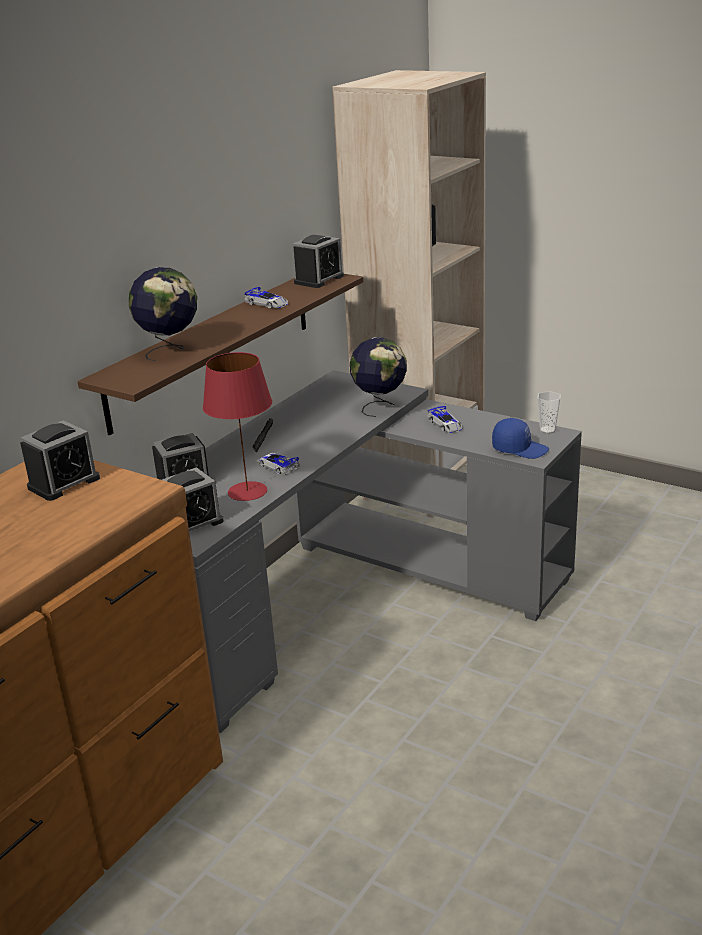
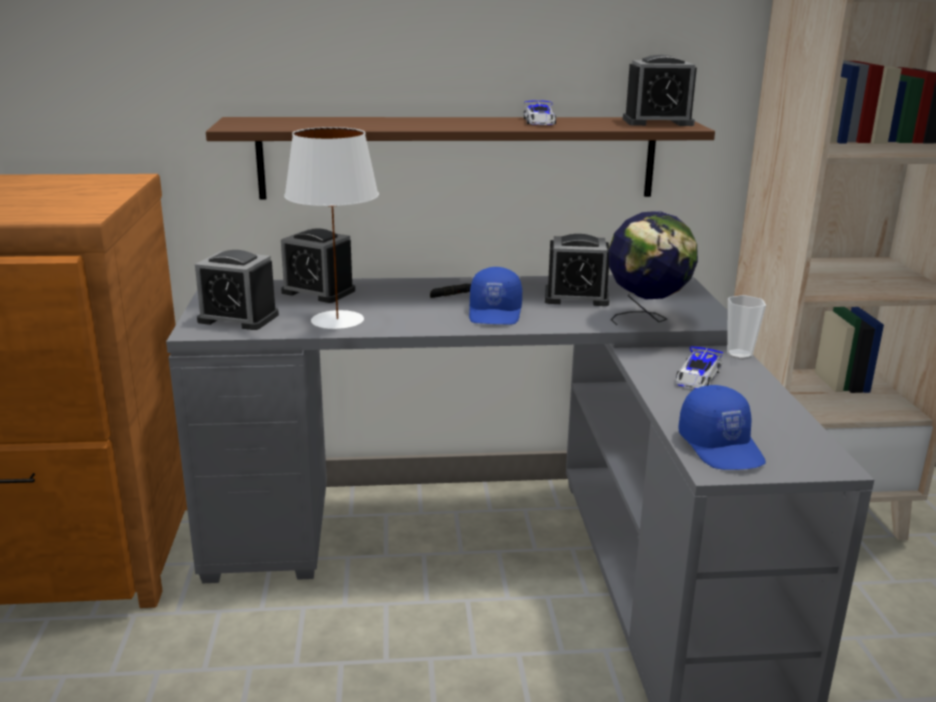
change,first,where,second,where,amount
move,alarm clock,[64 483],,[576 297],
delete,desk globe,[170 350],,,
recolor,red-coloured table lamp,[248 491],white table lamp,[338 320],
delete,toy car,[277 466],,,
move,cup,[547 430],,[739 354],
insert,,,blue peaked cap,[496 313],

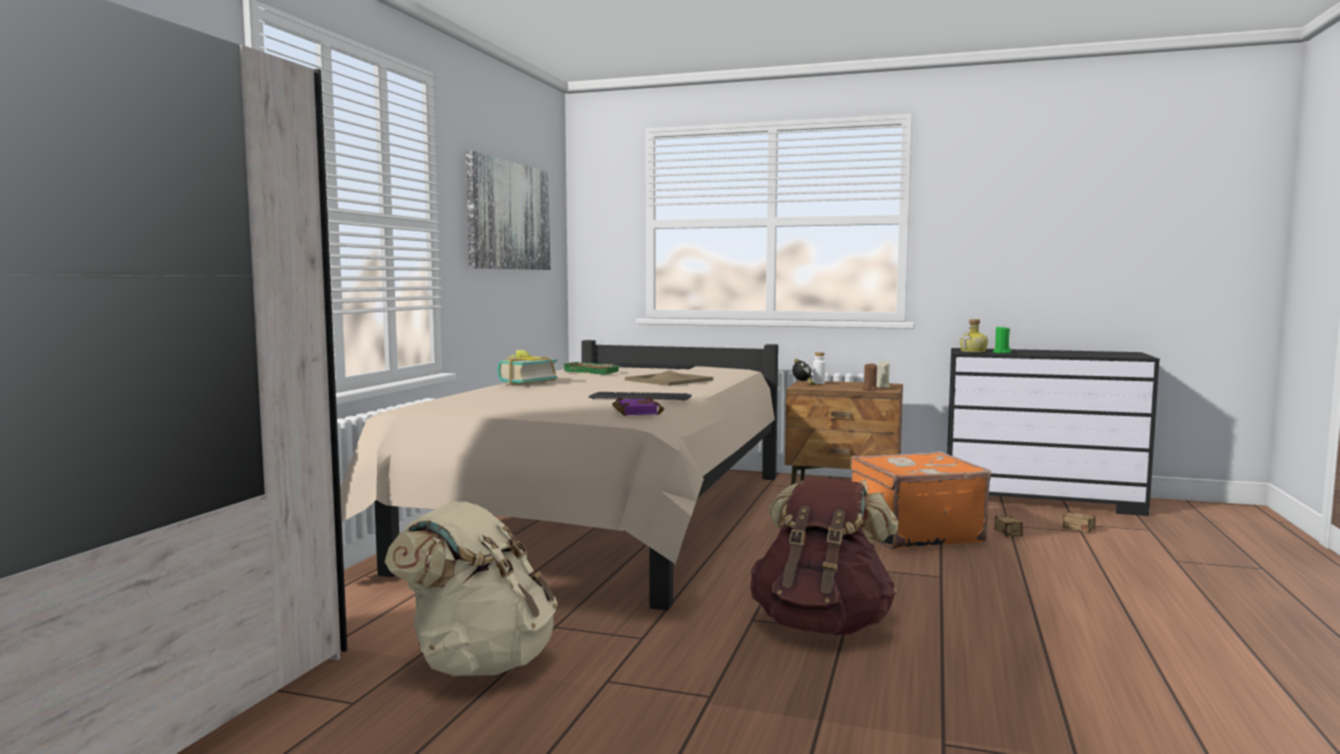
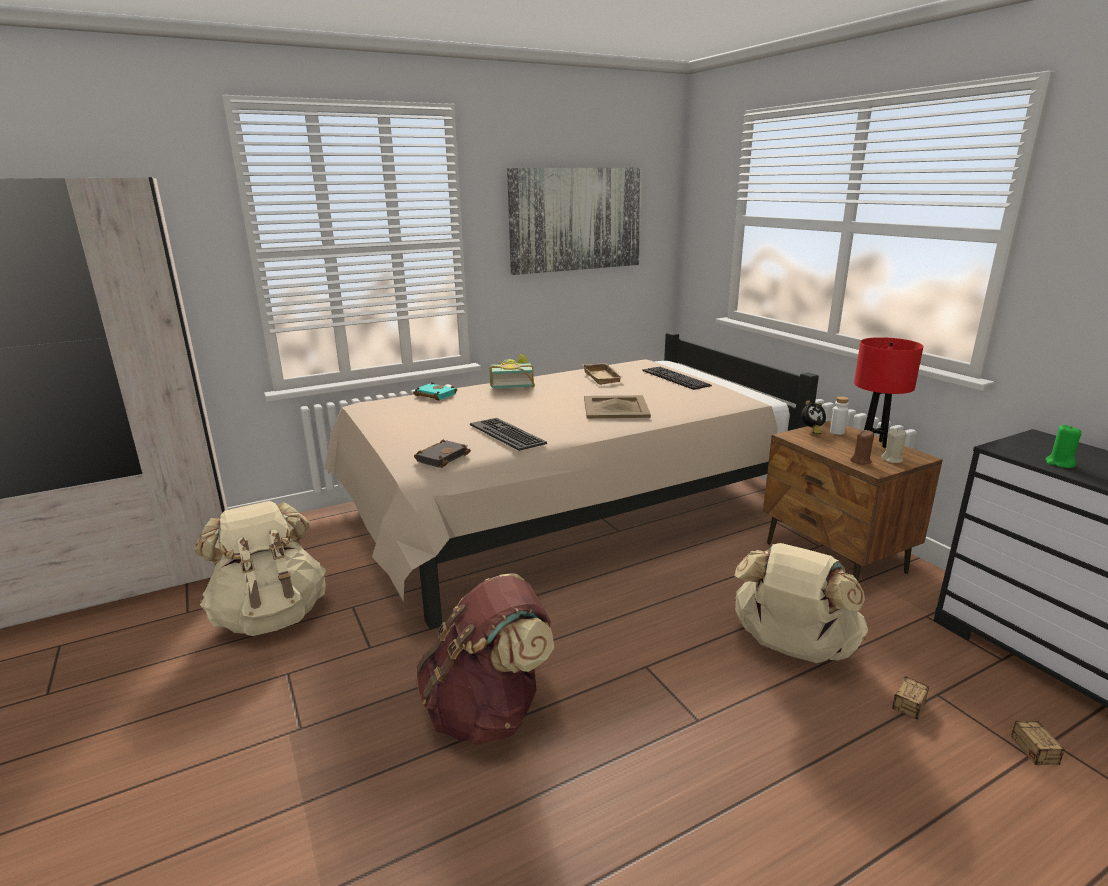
change,first,where,second,where,amount
recolor,green-coloured tray,[593 372],sand-coloured tray,[604 377],
recolor,purple book,[635 412],black-coloured book,[442 457],
replace,orange-coloured piece of luggage,[913 533],sand-coloured rucksack,[791 649],
delete,beverage bottle,[974 351],,,
insert,,,turquoise-coloured book,[433 395],
insert,,,red-coloured table lamp,[873 443],

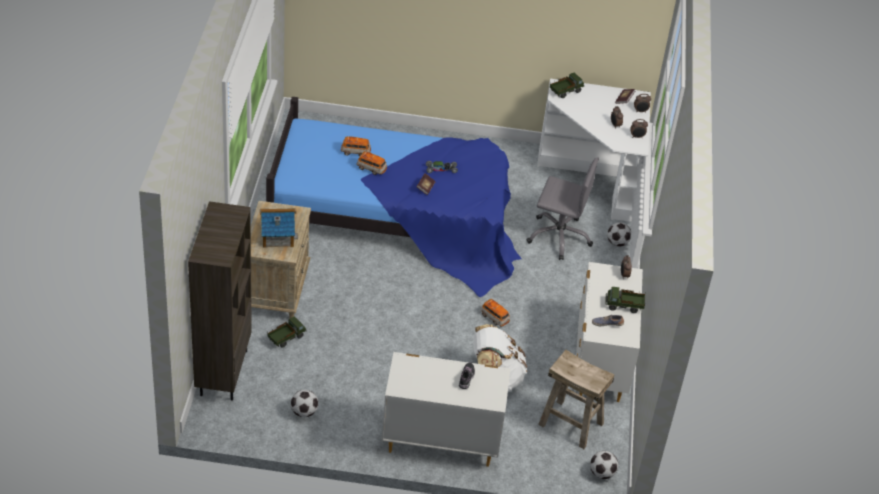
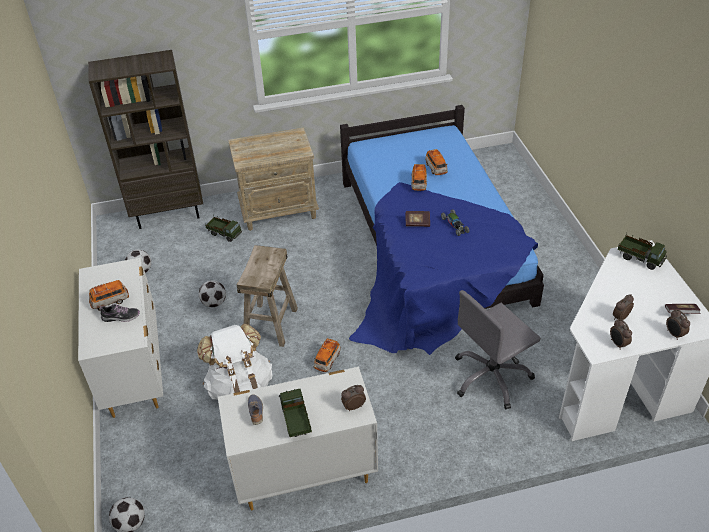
change,first,where,second,where,amount
delete,toy house,[277 236],,,
rotate,grey desk chair,[559 236],,[491 377],60 degrees clockwise
move,sand-coloured stool,[570 424],,[270 323],
move,ball for football,[617 243],,[214 303],
insert,,,toy car,[110 301],

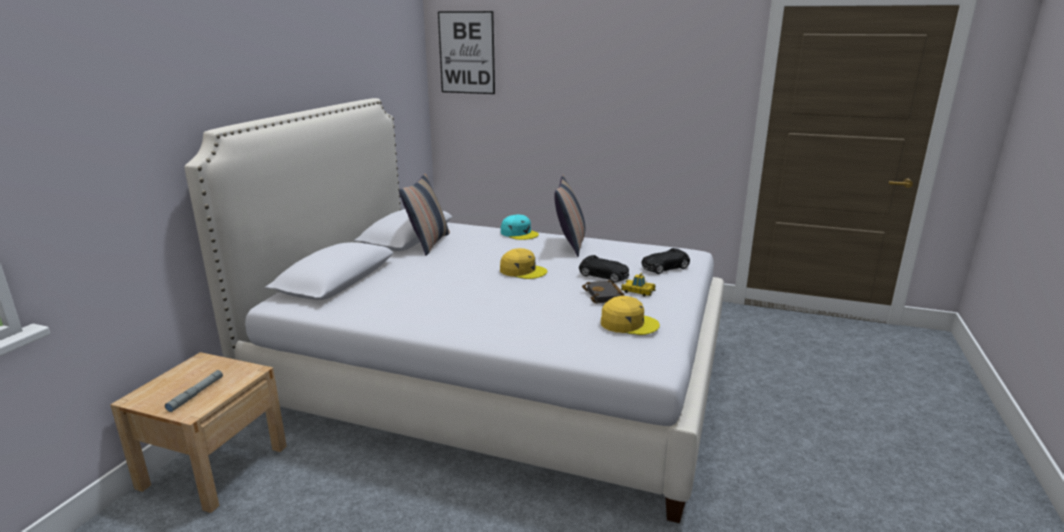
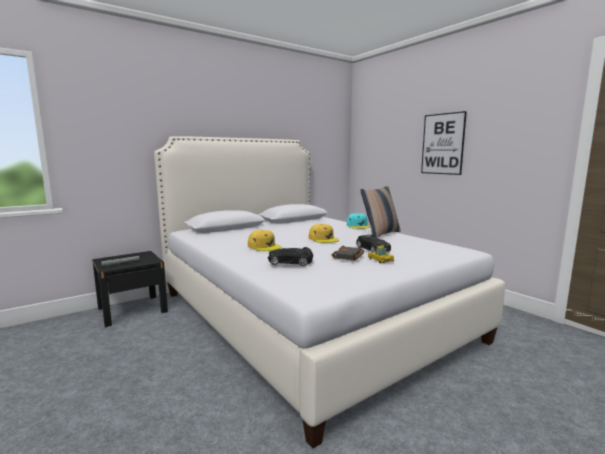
change,first,where,second,where,amount
recolor,sand-coloured night table,[214 467],black-coloured night table,[132 310],
delete,cushion,[428 243],,,
move,wall art,[467 53],,[442 144],
move,yellow peaked cap,[628 323],,[264 246],
move,black-coloured toy car,[664 267],,[290 262],

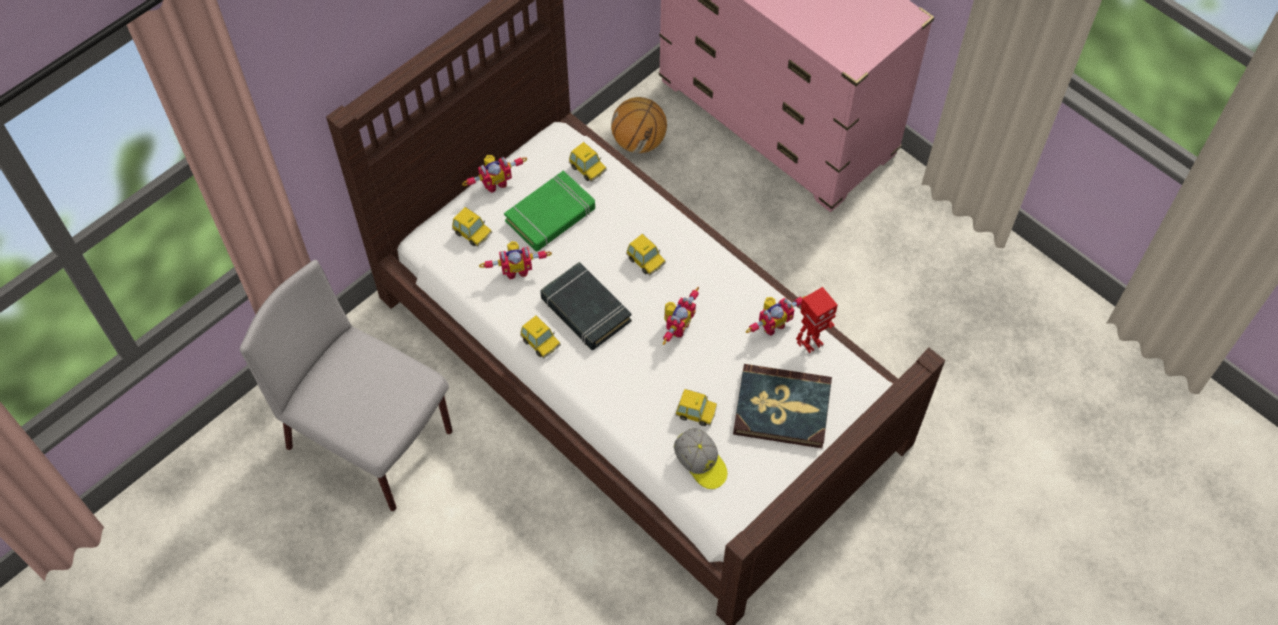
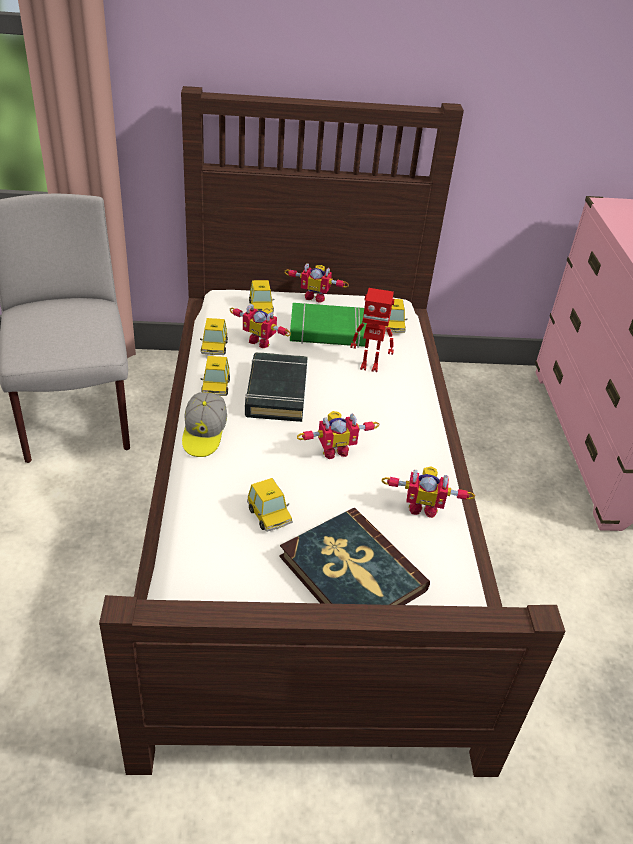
change,first,where,second,where,amount
delete,basketball,[639 141],,,
move,toy car,[646 260],,[214 347],
move,peaked cap,[701 463],,[204 434],
move,robot figure,[811 343],,[369 366],

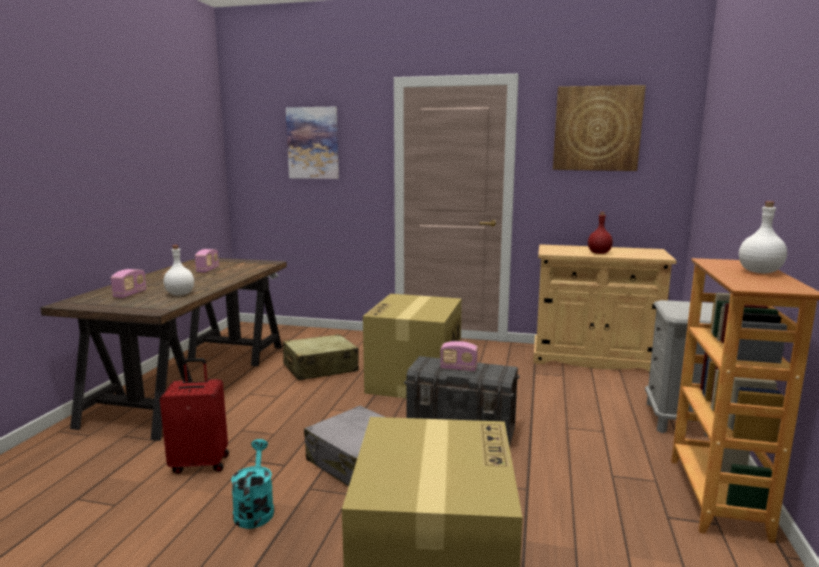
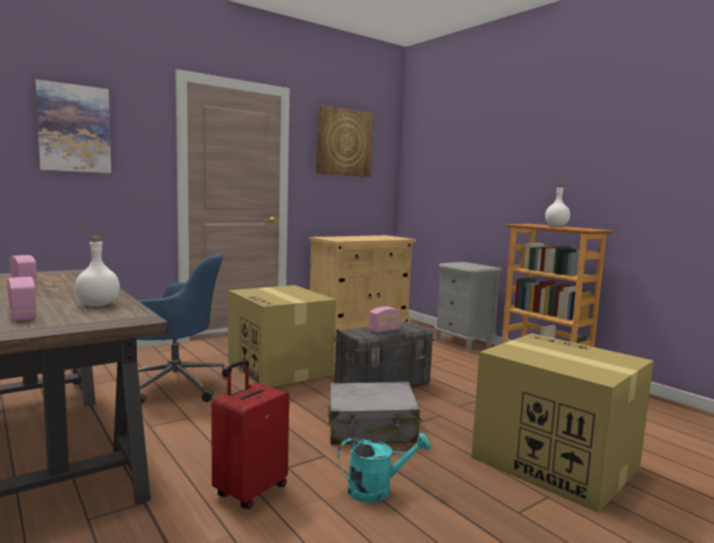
change,first,where,second,where,amount
rotate,turquoise-coloured watering can,[254 509],,[377 489],135 degrees clockwise
replace,sand-coloured piece of luggage,[320 368],blue desk chair,[174 385],
delete,red-coloured beverage bottle,[599 253],,,

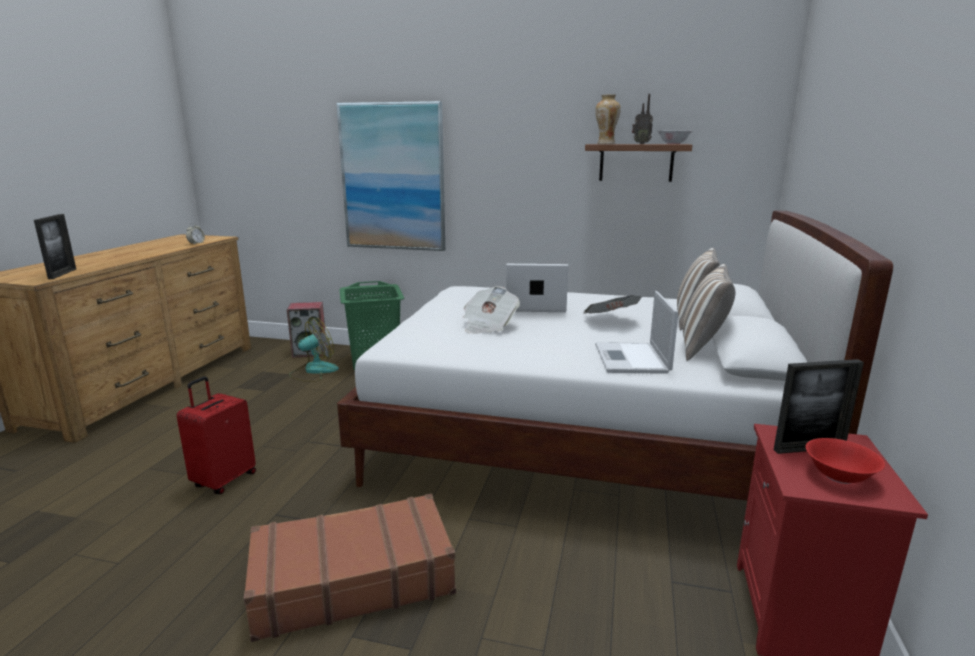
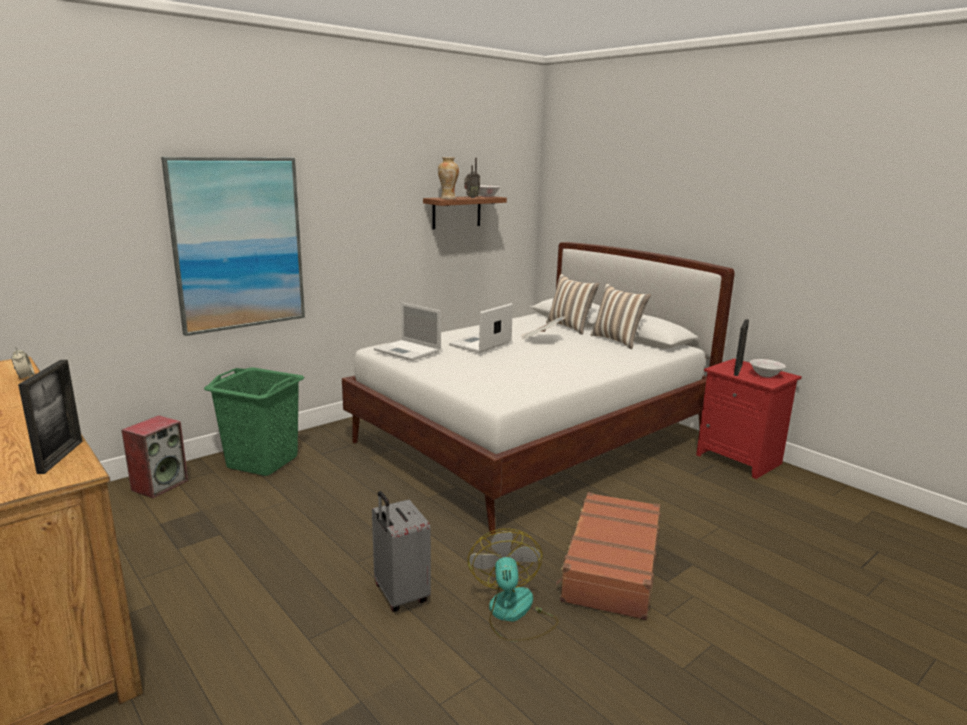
change,first,where,second,where,amount
rotate,standing frame,[62 274],,[60 456],60 degrees clockwise
recolor,red-coloured piece of luggage,[224 480],grey piece of luggage,[399 595],
move,electric fan,[313 371],,[513 613],
delete,daily paper,[488 326],,,
move,laptop,[632 359],,[408 351],
recolor,red-coloured deep dish,[838 476],white deep dish,[765 375],

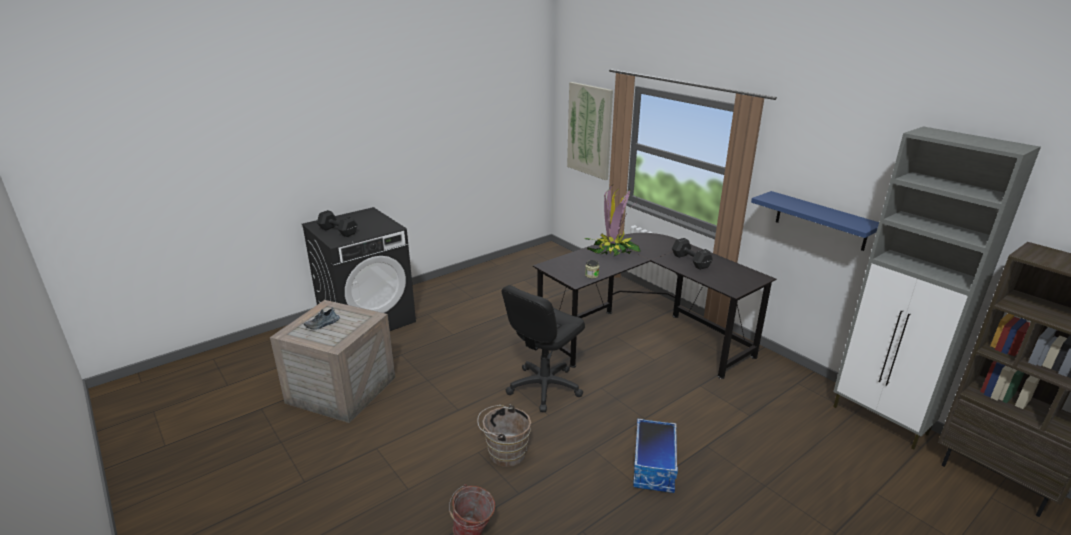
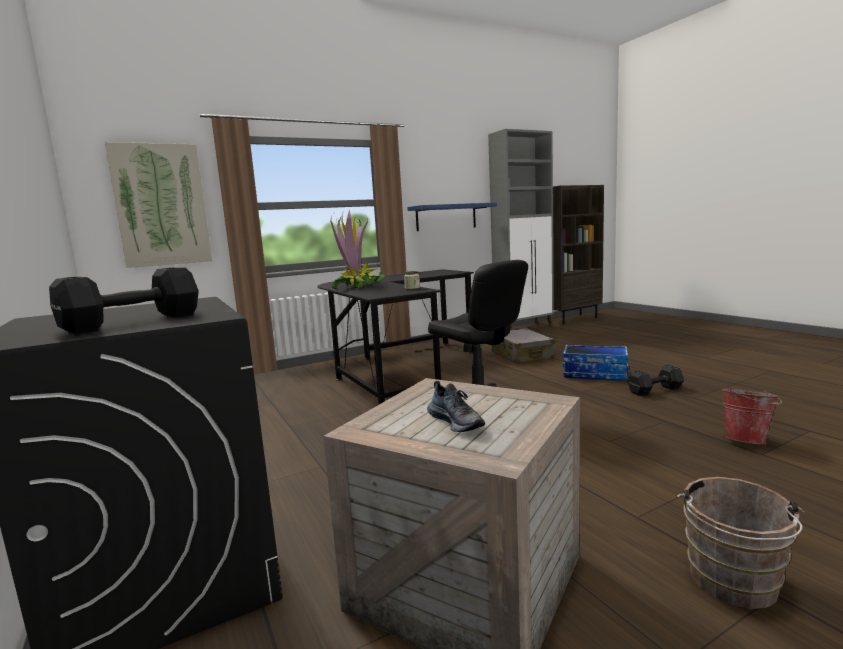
change,first,where,second,where,amount
move,brown water bucket,[504 453],,[733 585],
move,black-coloured free weight,[691 261],,[656 390],
insert,,,grey piece of luggage,[522 355],

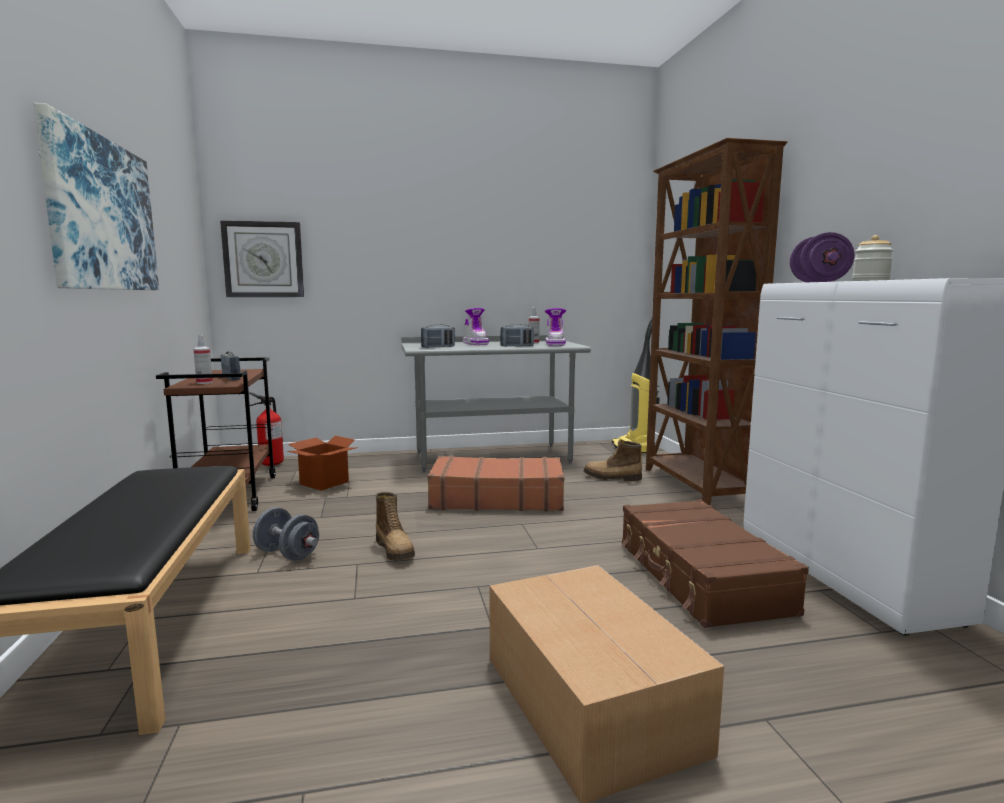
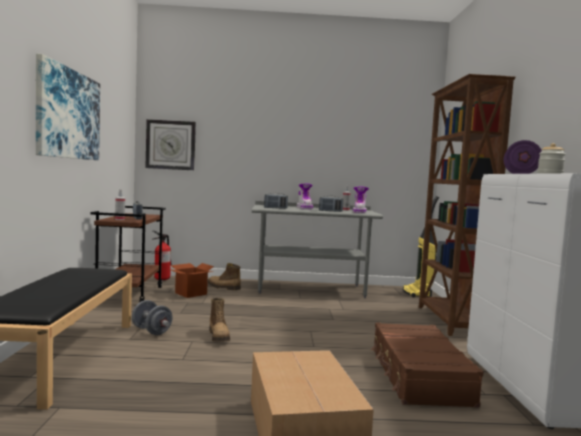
change,first,where,second,where,amount
delete,brown piece of luggage,[497 498],,,
move,boot,[612 478],,[223 287],

